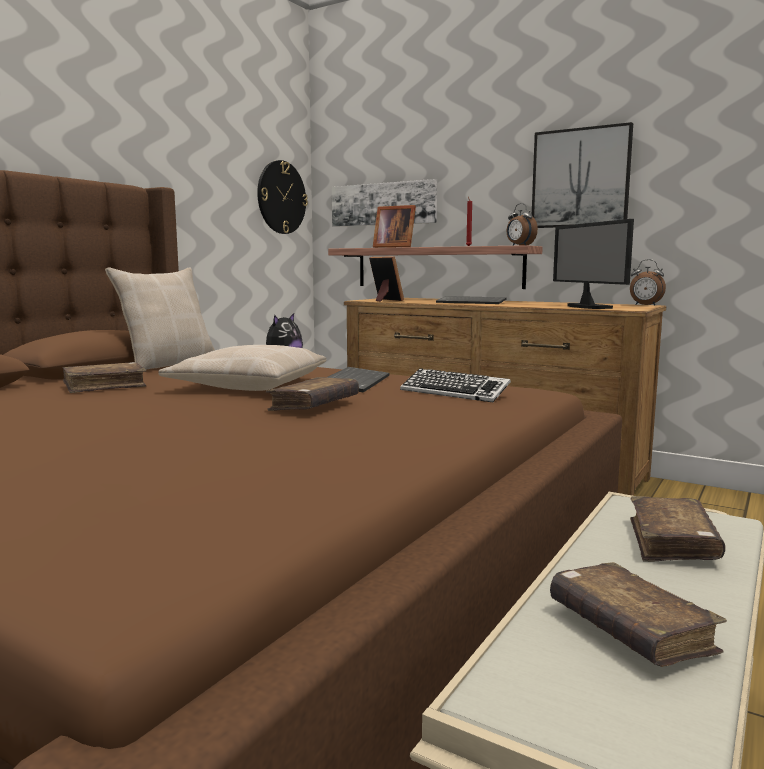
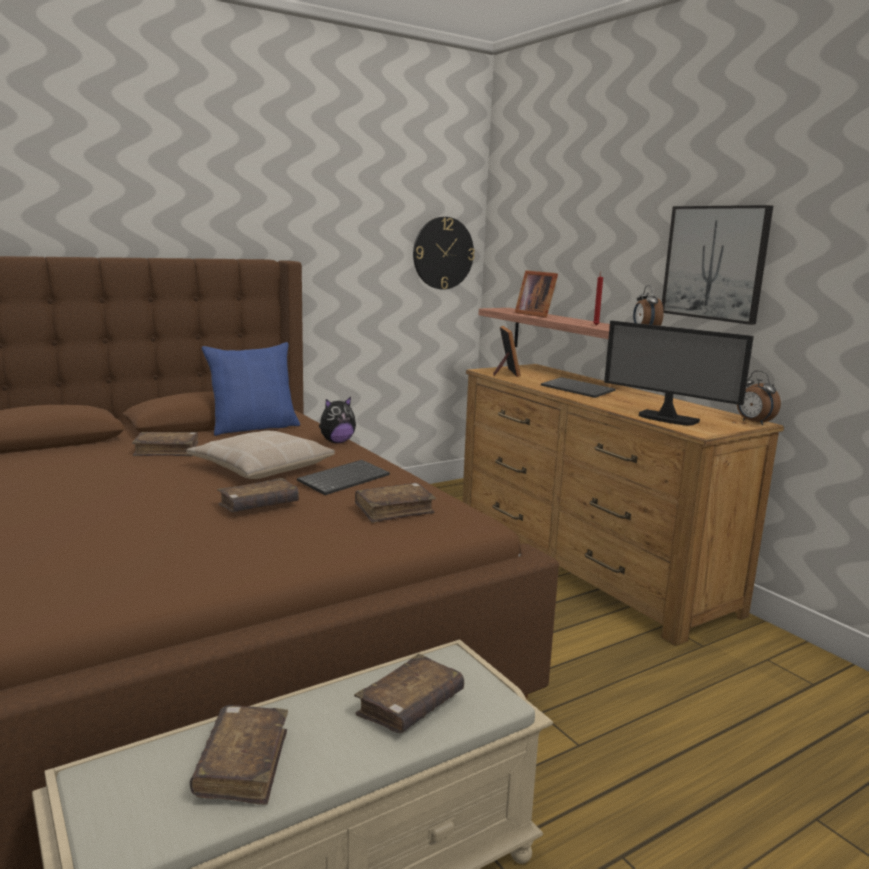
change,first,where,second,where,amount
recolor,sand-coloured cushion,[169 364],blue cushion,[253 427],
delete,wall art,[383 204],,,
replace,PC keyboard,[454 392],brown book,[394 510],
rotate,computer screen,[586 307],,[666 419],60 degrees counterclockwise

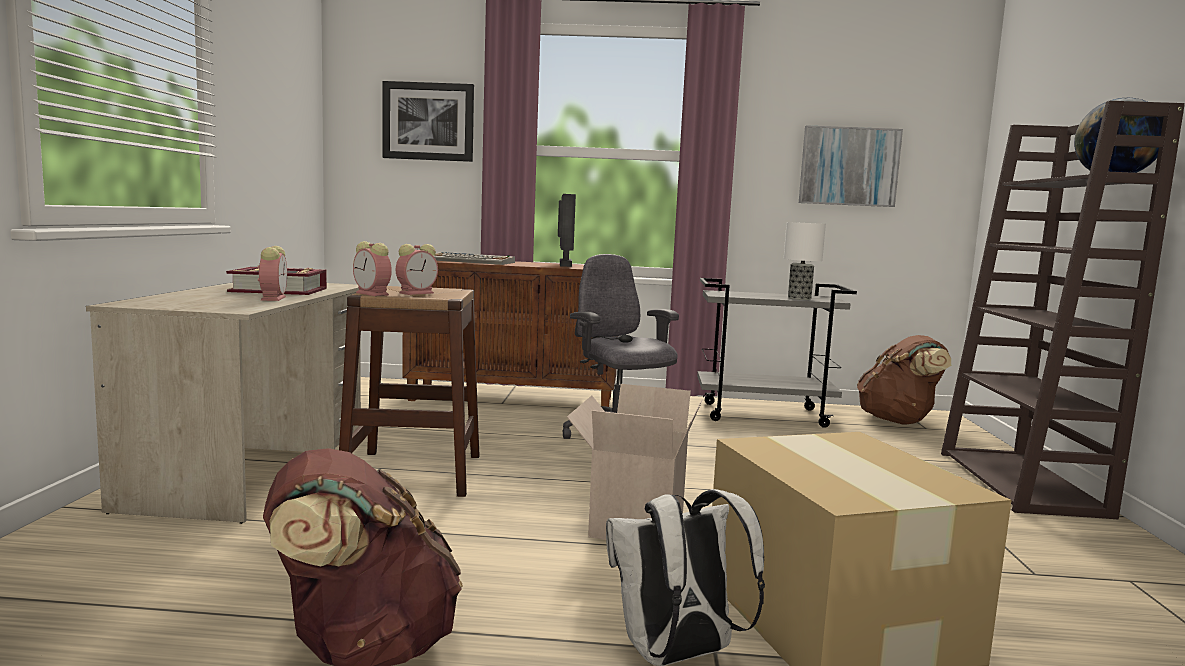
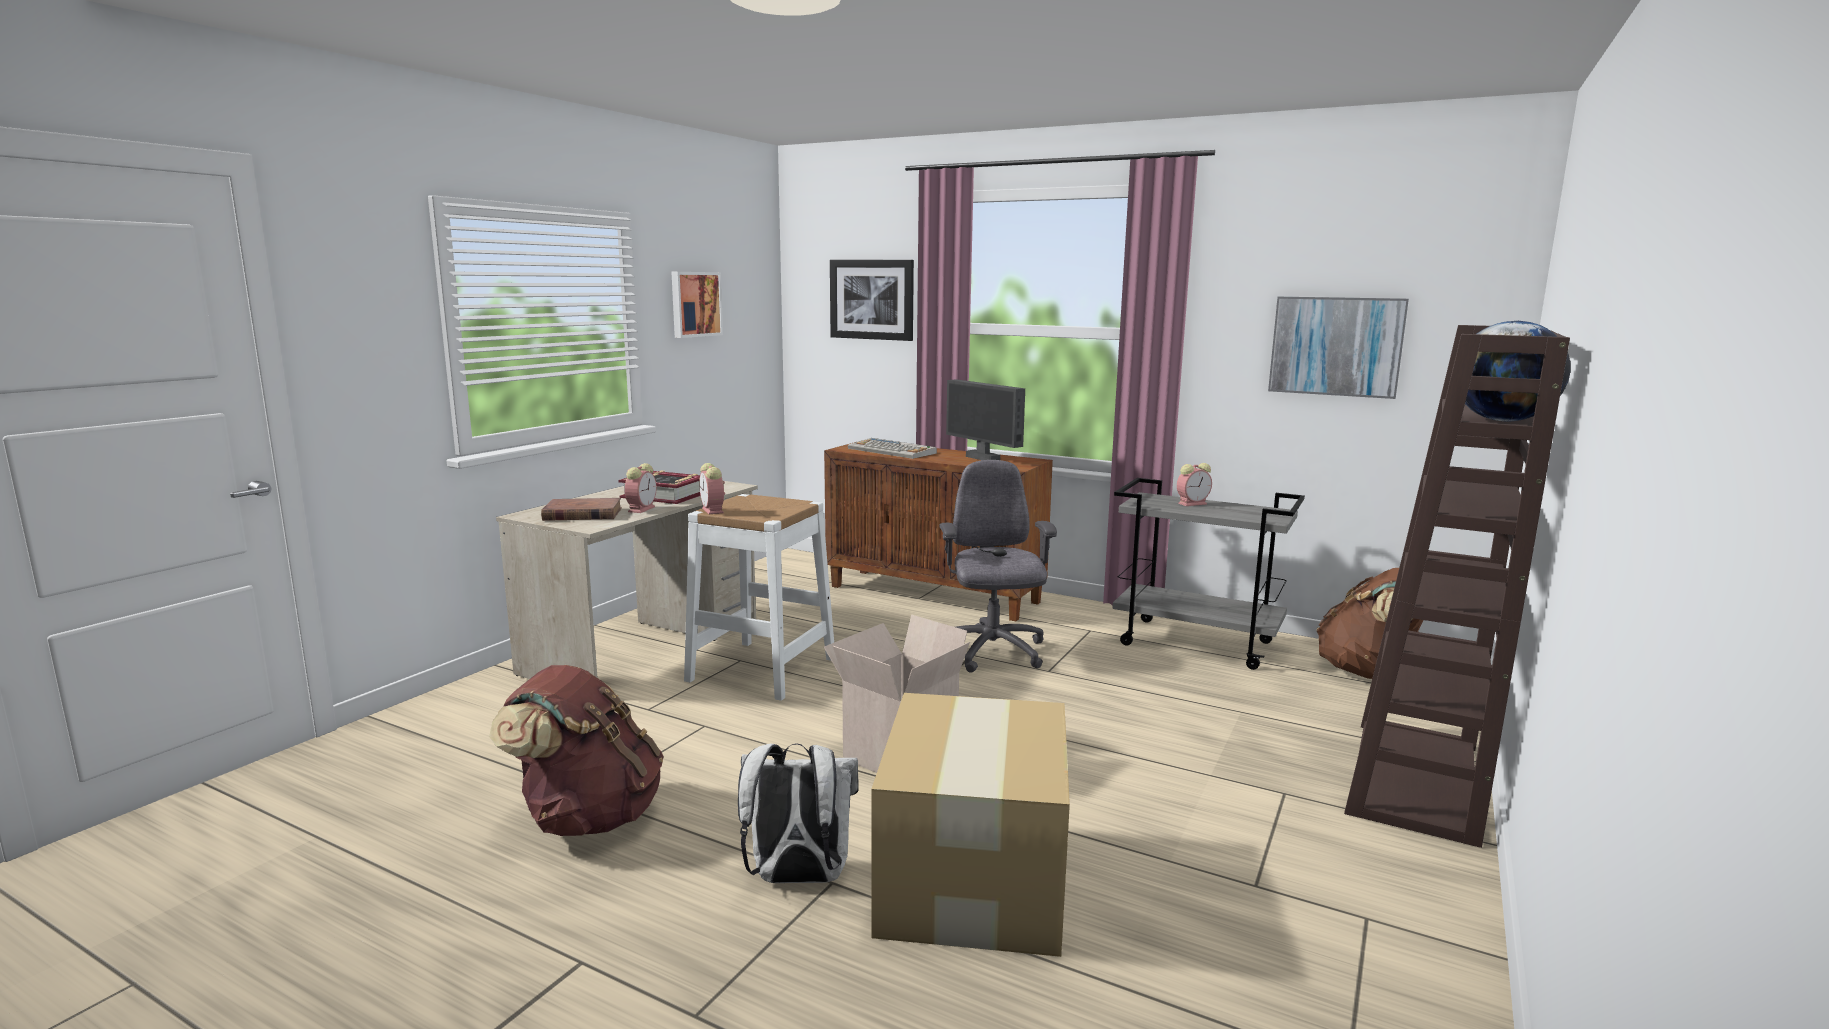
change,first,where,second,where,amount
recolor,brown stool,[413 473],white stool,[762 669],
move,alarm clock,[417 293],,[1193 503],
rotate,computer screen,[564 265],,[983 458],120 degrees clockwise
delete,table lamp,[799 298],,,
insert,,,brown book,[582 514],
insert,,,wall art,[695 304],

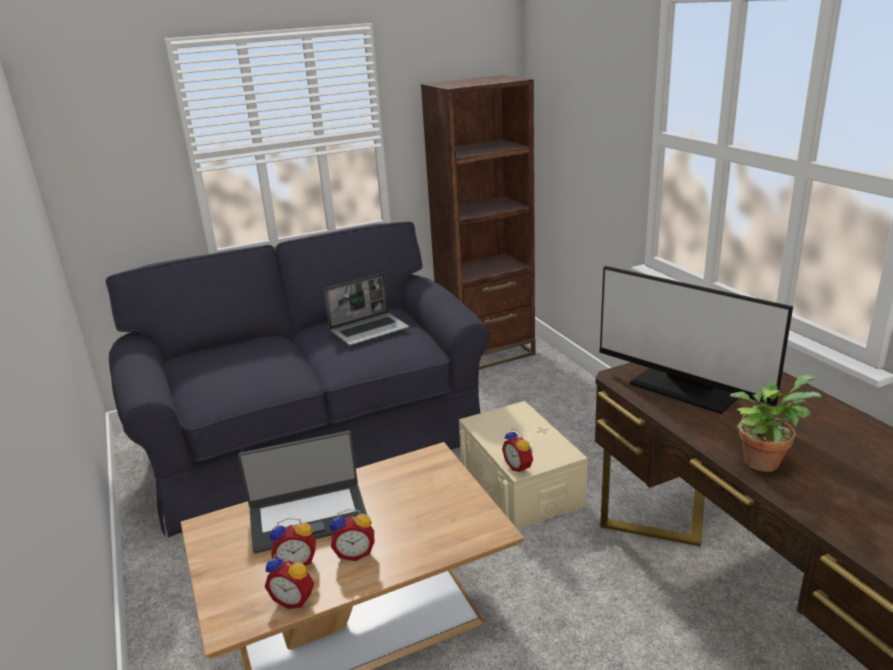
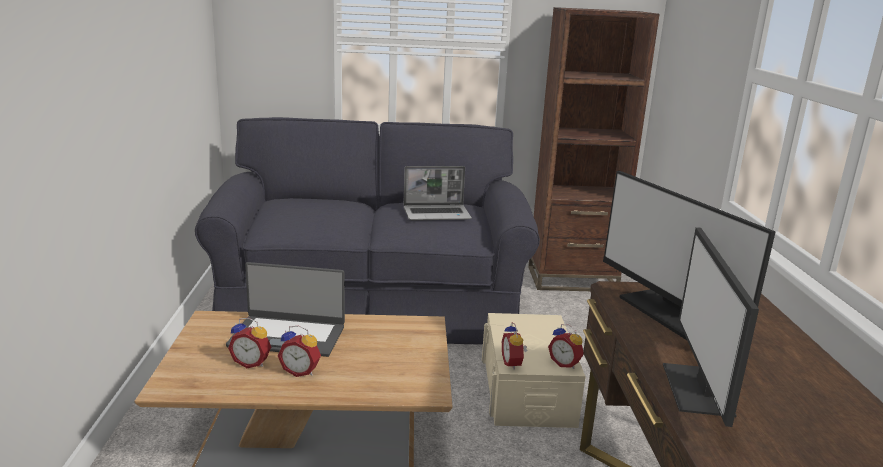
change,first,where,second,where,amount
move,alarm clock,[294 599],,[565 363],
replace,plant in a pot,[763 460],computer screen,[699 390],

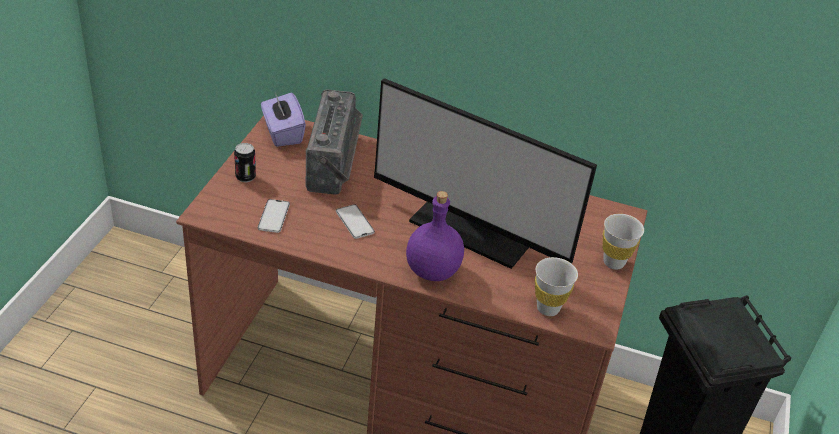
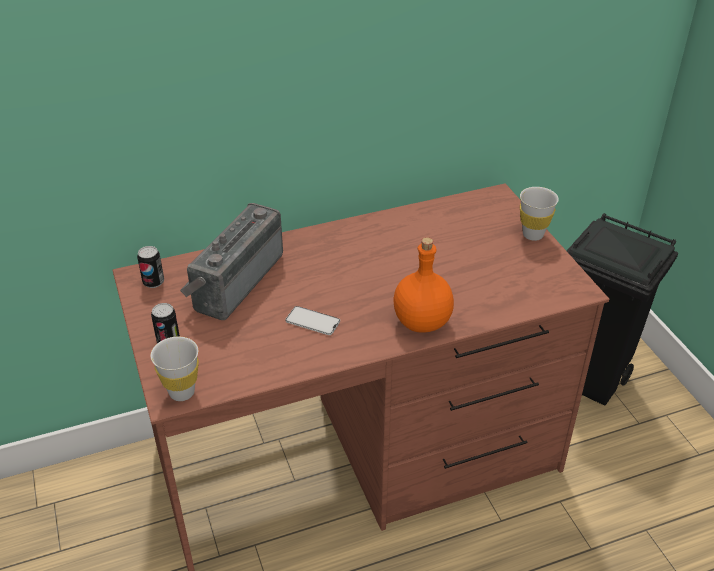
change,first,where,second,where,amount
delete,handset,[273 216],,,
replace,purple box of tissues,[282 133],can,[153 282],
rotate,radio receiver,[336 163],,[234 280],120 degrees counterclockwise
delete,computer screen,[474 228],,,
recolor,purple beverage bottle,[433 270],orange-coloured beverage bottle,[422 321],
move,white cup,[548 308],,[182 392],

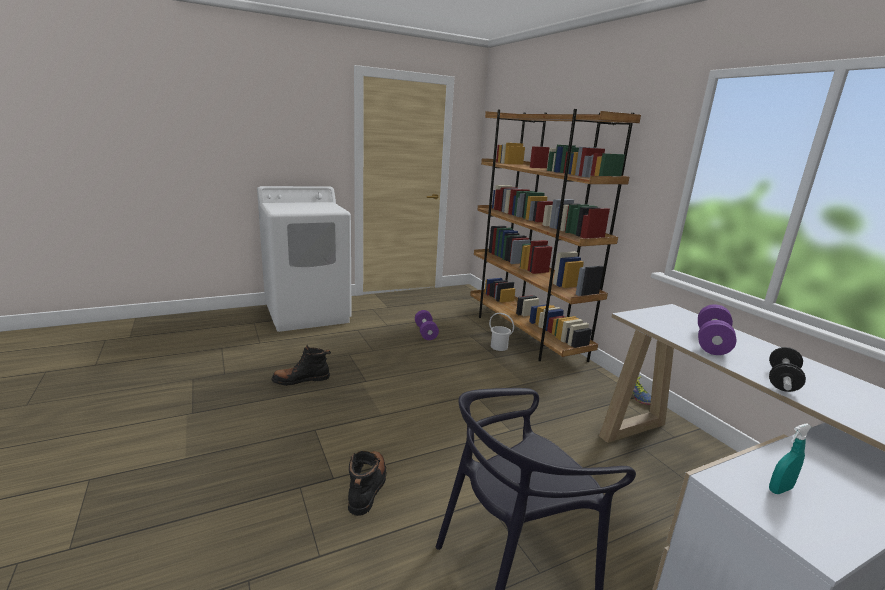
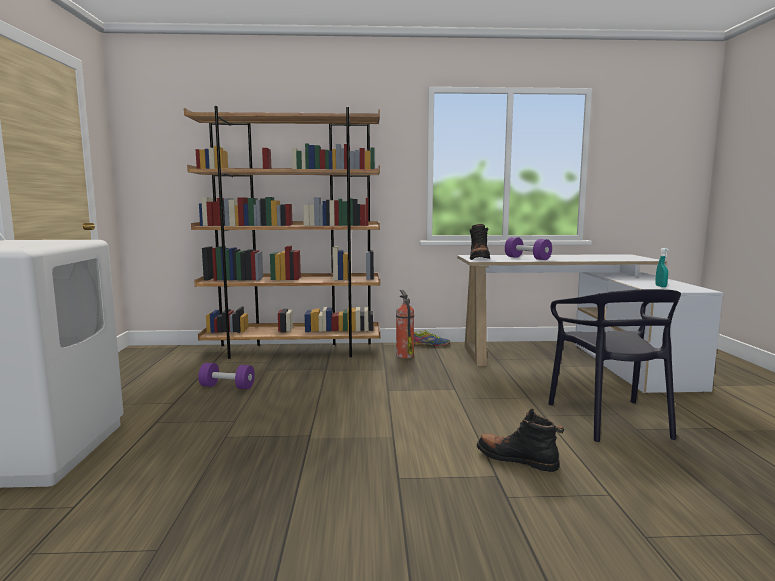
change,first,where,second,where,amount
move,black-coloured boot,[301 380],,[479 258],
delete,white water bucket,[499 347],,,
delete,free weight,[782 381],,,
insert,,,fire-fighting cylinder,[404 355],

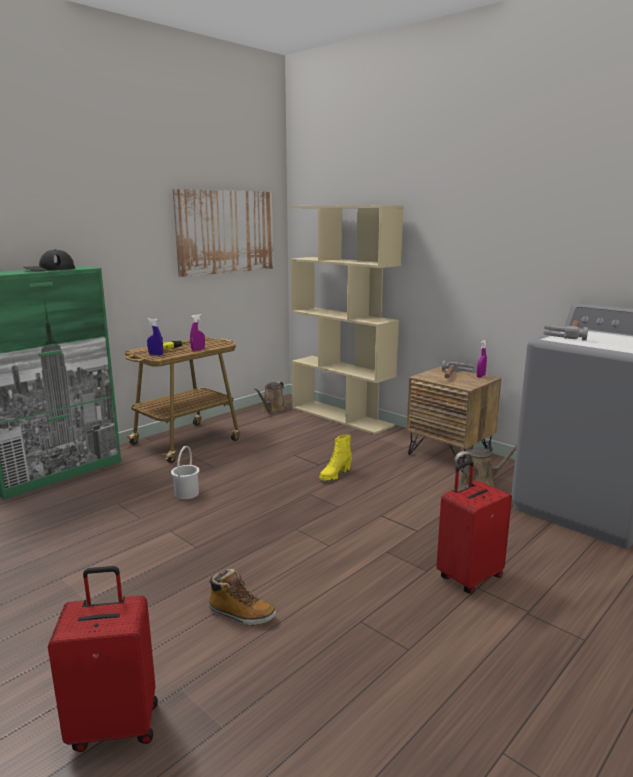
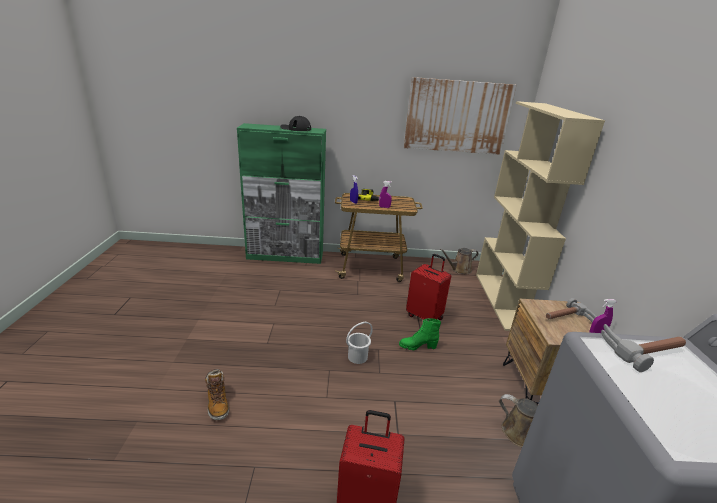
change,first,where,second,where,amount
move,red-coloured piece of luggage,[115 725],,[425 316],
move,white water bucket,[187 493],,[358 357],
recolor,yellow boot,[335 475],green-coloured boot,[417 346],

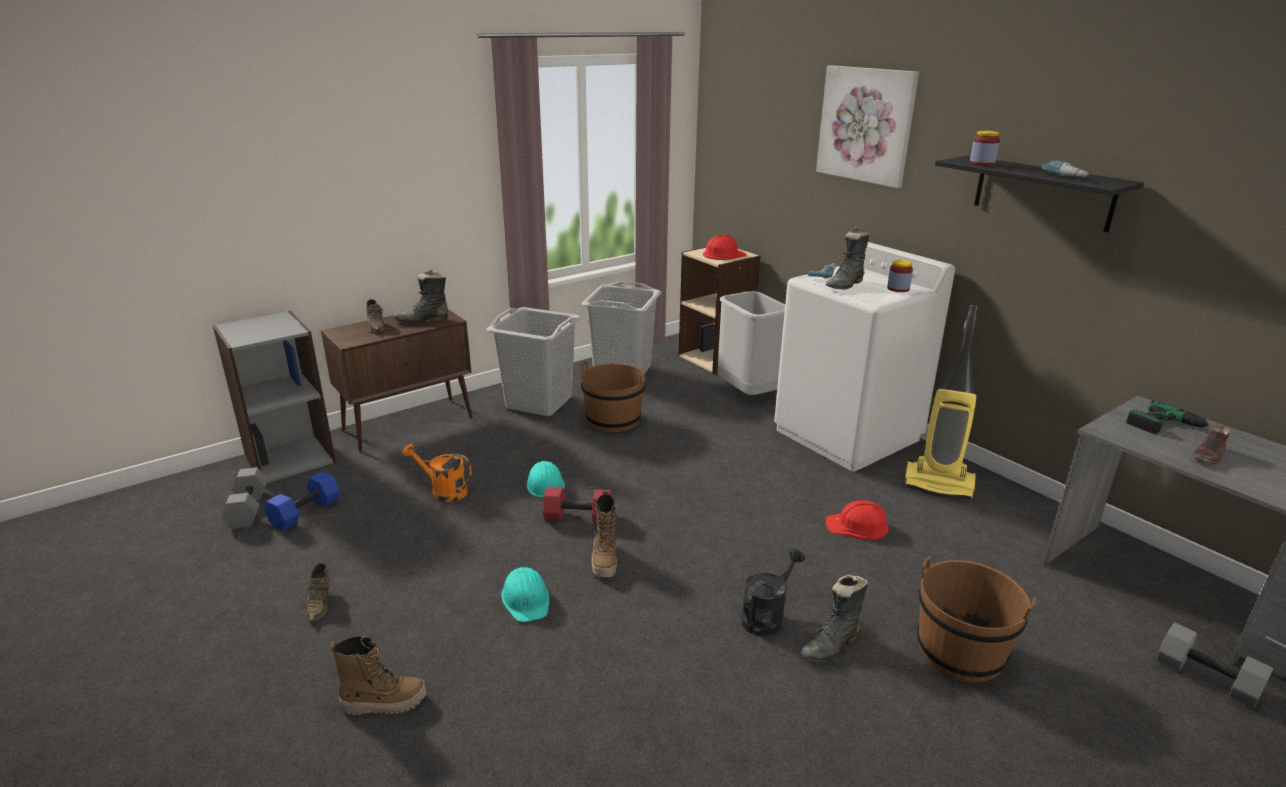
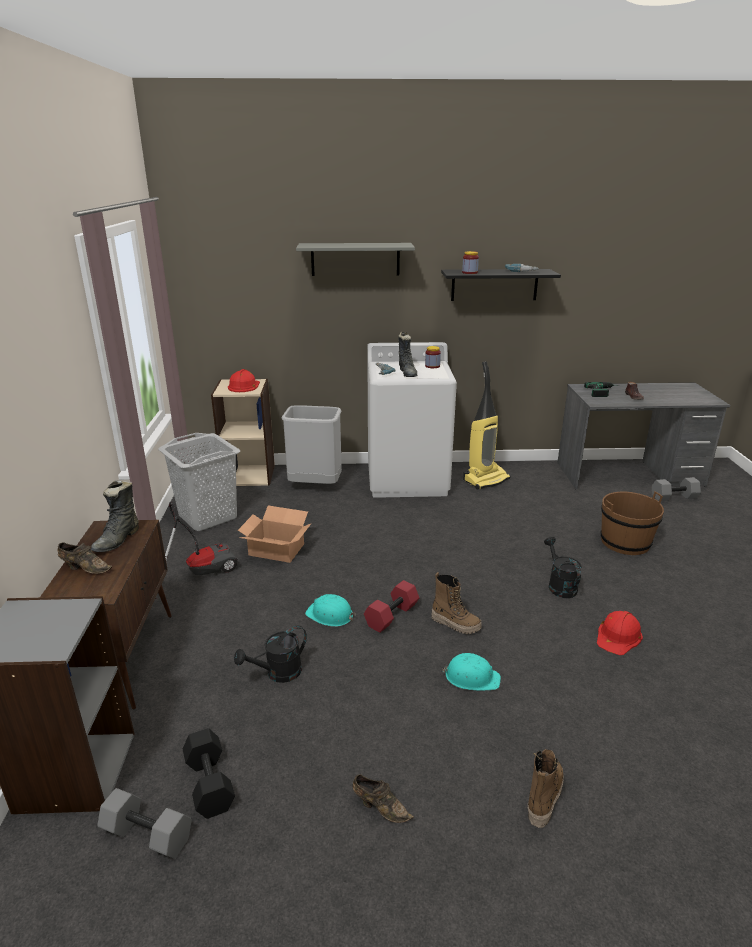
change,first,where,second,where,amount
recolor,blue free weight,[305 512],black-coloured free weight,[208 783],
recolor,orange-coloured watering can,[443 491],black-coloured watering can,[278 673],
replace,grey hamper,[539 402],hoover,[198 572],
replace,brown water bucket,[613 420],cardboard box,[276 549],
delete,black-coloured boot,[832 645],,,
replace,wall art,[866 125],grey bracket shelf,[355 259],
move,red-coloured hard hat,[857 526],,[618 636],

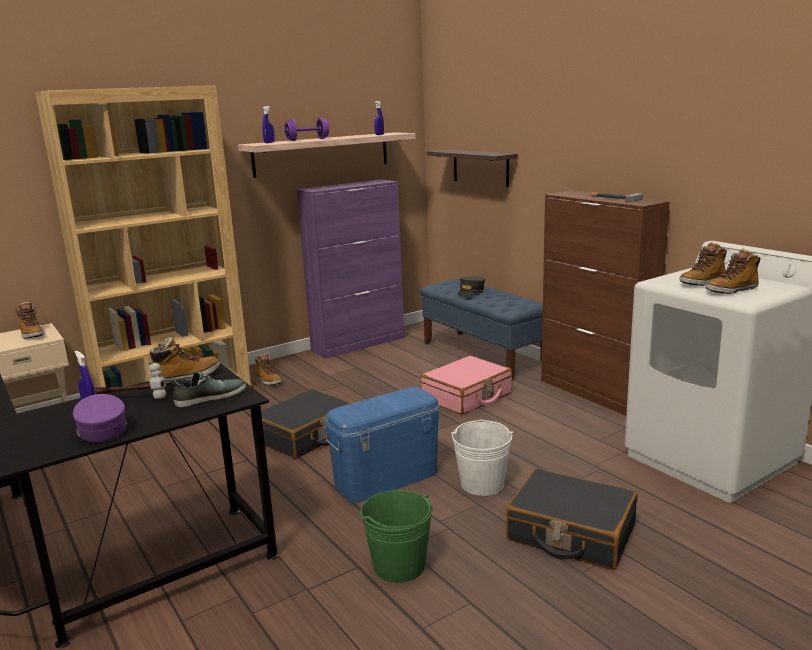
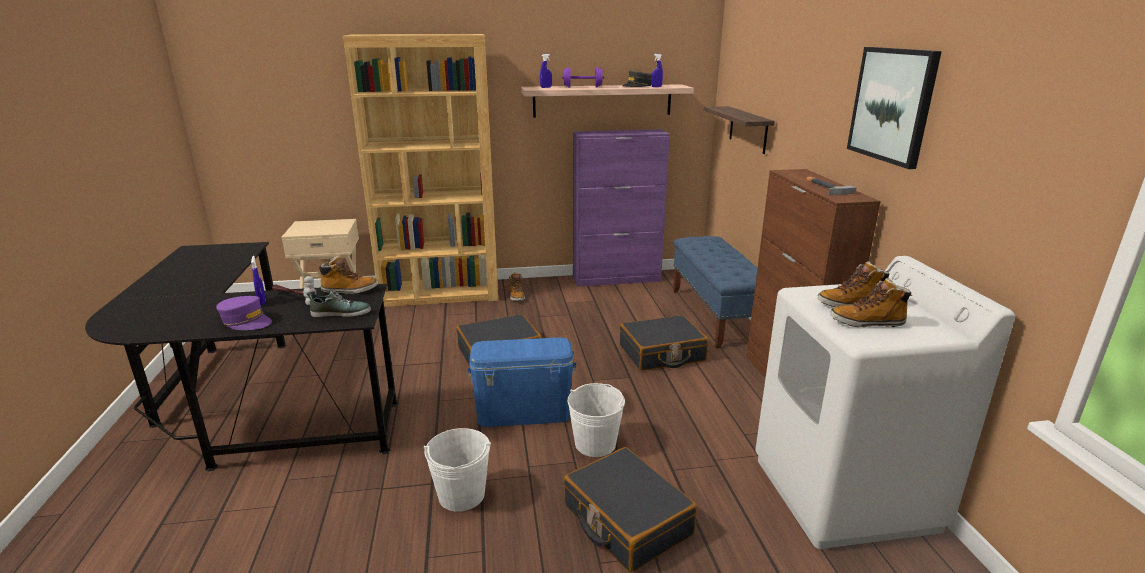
change,first,where,second,where,amount
delete,boot,[32 334],,,
rotate,purple peaked cap,[101 429],,[246 321],120 degrees clockwise
recolor,green-coloured water bucket,[399 566],white water bucket,[461 495],
recolor,pinkish piece of luggage,[467 396],black-coloured piece of luggage,[662 353],
move,grey peaked cap,[471 292],,[637 86],
insert,,,wall art,[892 105],

